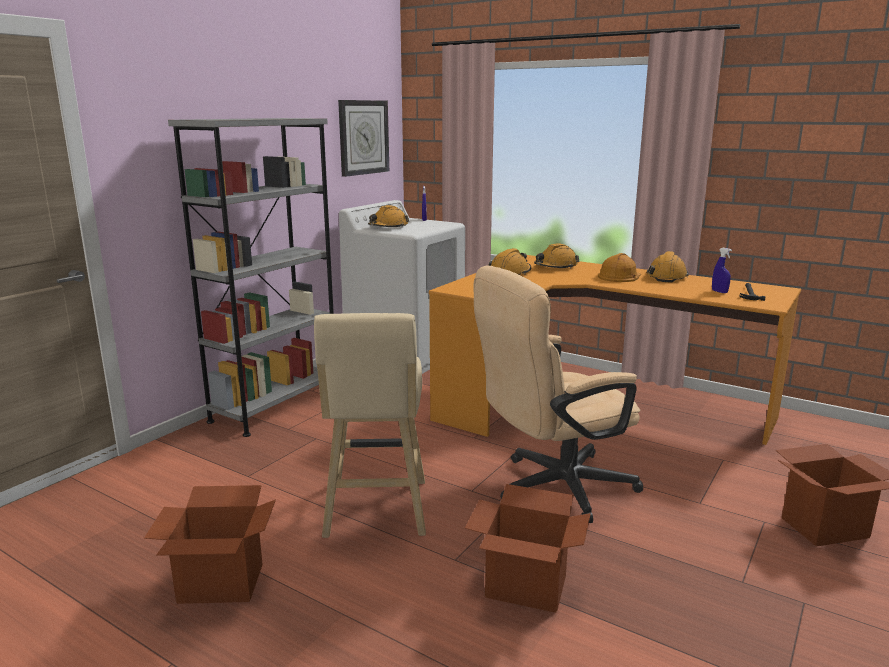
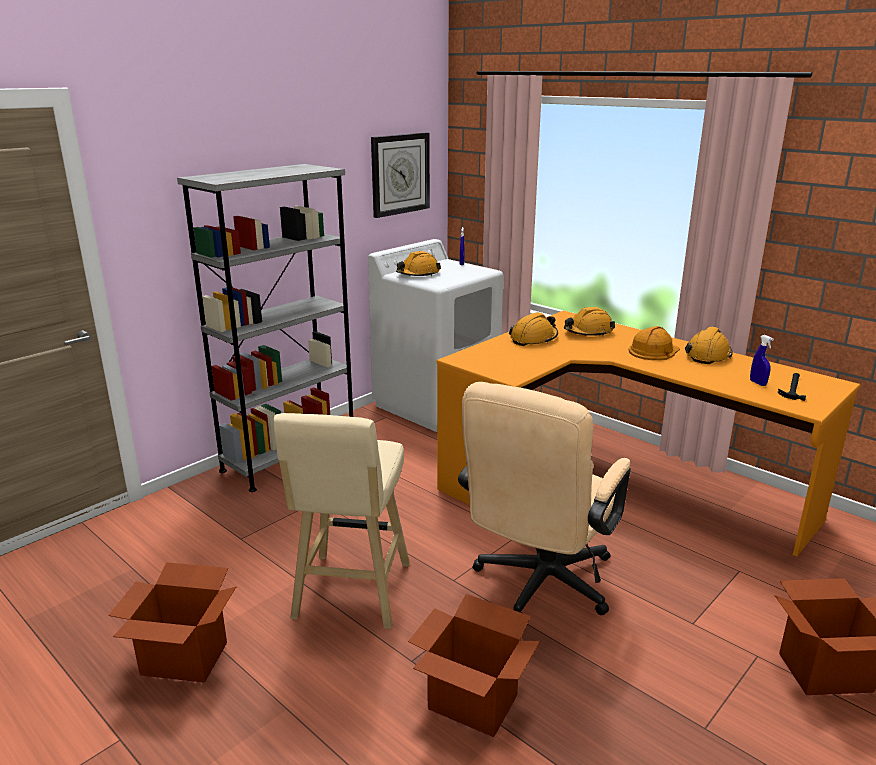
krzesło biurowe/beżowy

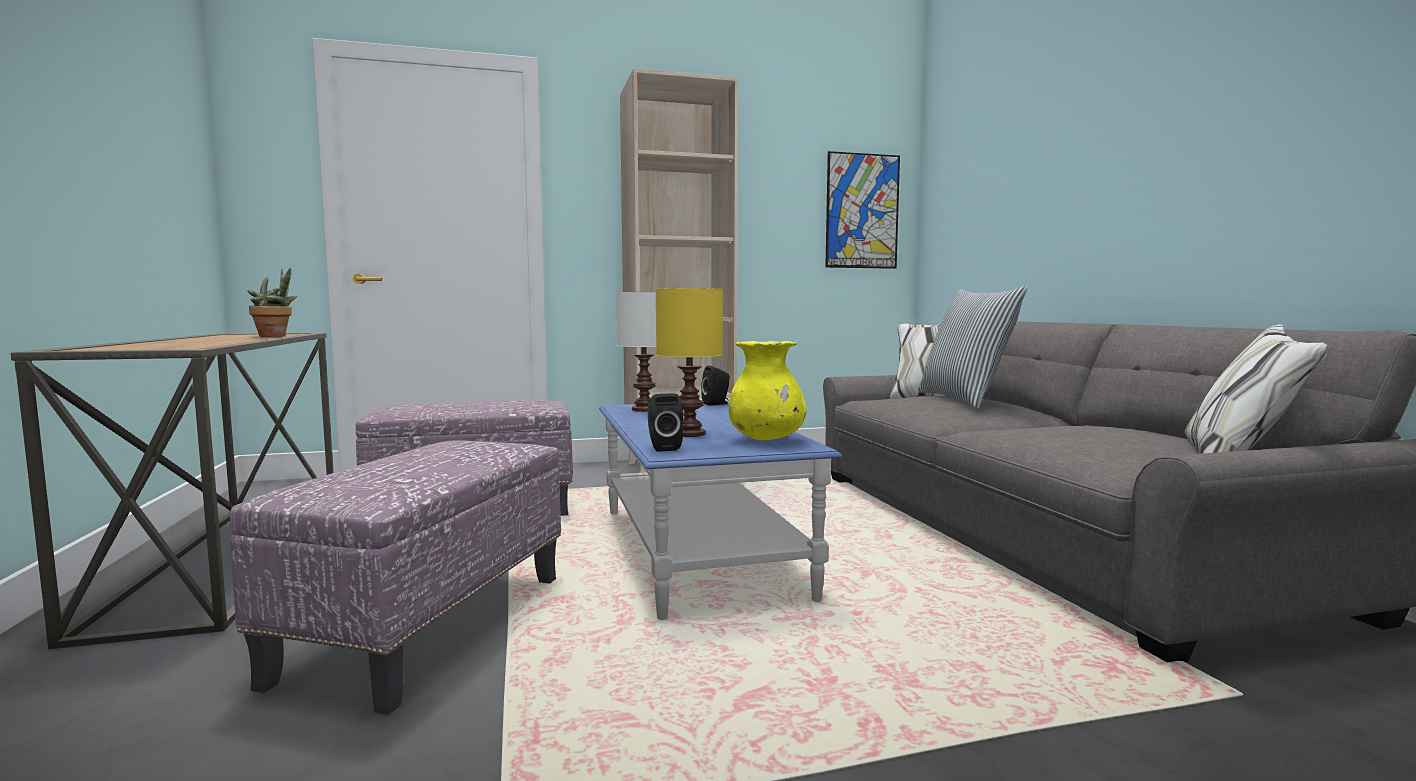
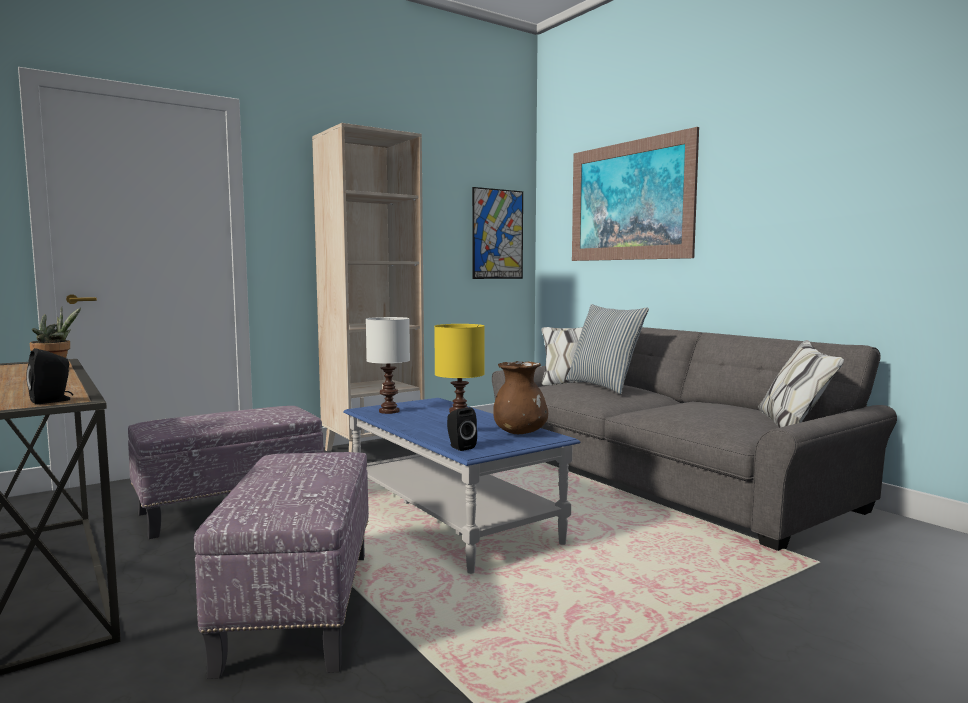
głośnik/czarny (no. 1 from left)
wazon/brązowy
obraz (no. 2 from left)

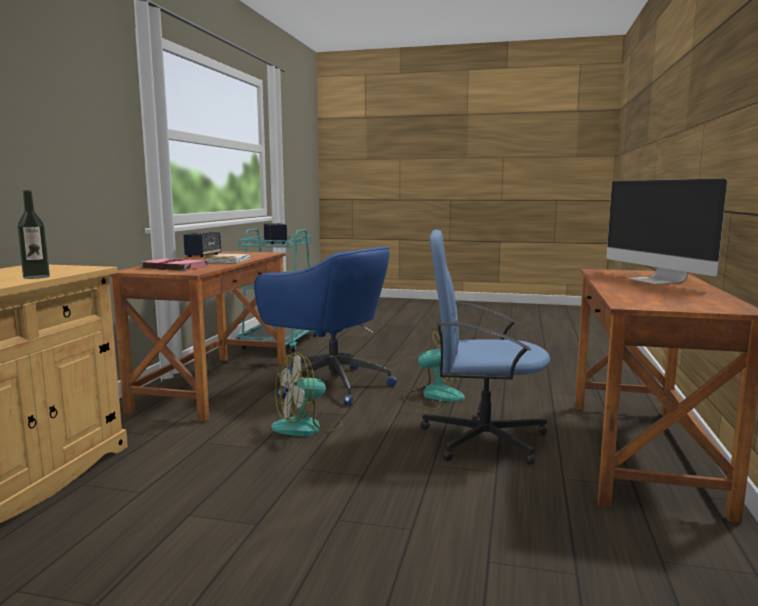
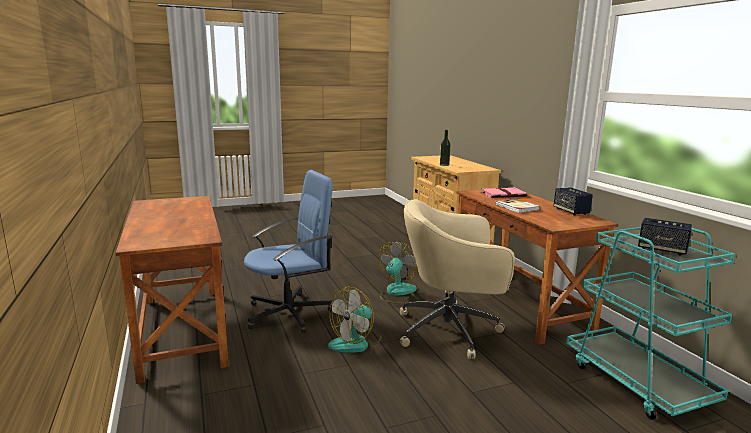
krzesło biurowe/beżowy
monitor

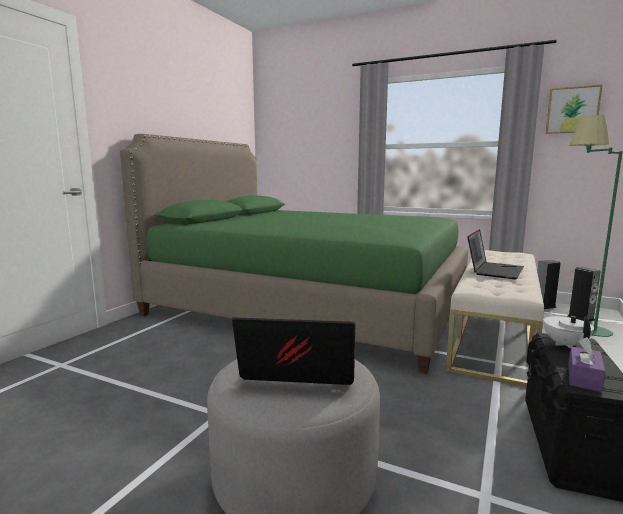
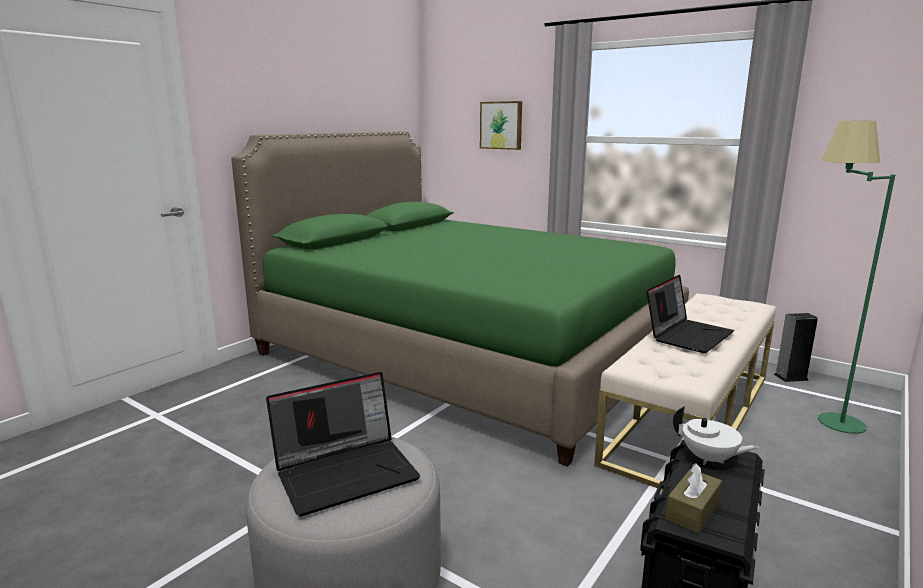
laptop (no. 1 from left)
obraz
pudełko chusteczek/brązowy
imbryk/biały
głośnik (no. 2 from left in the first image)

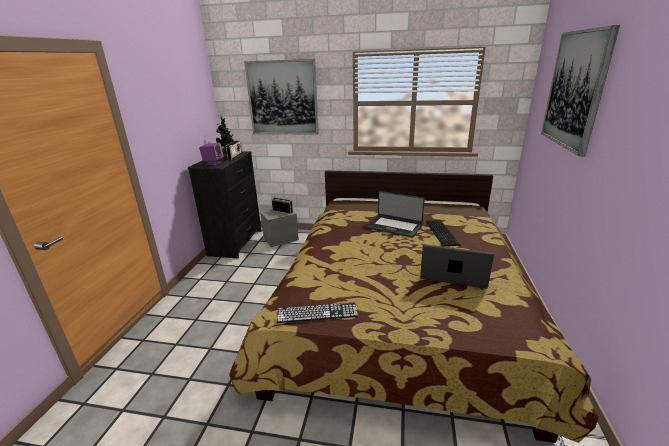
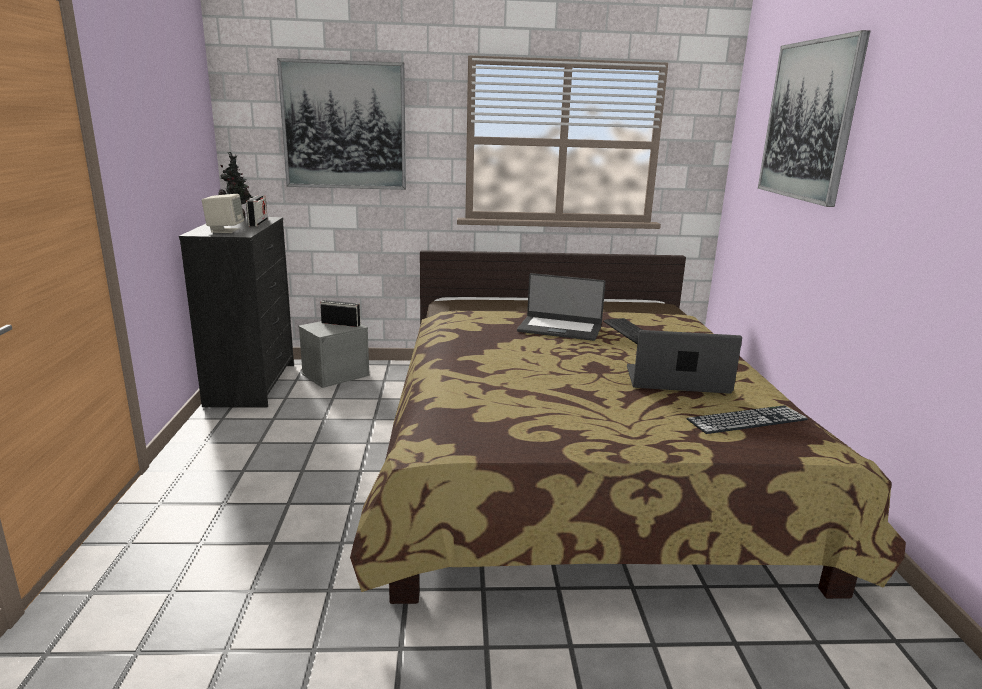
głośnik/beżowy
klawiatura (no. 2 from left)

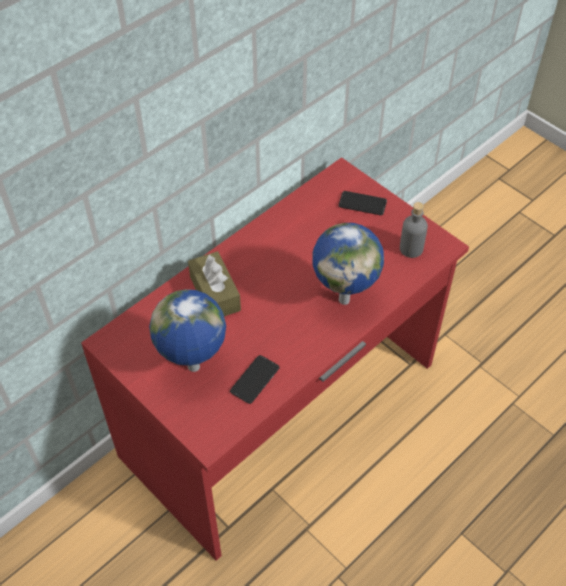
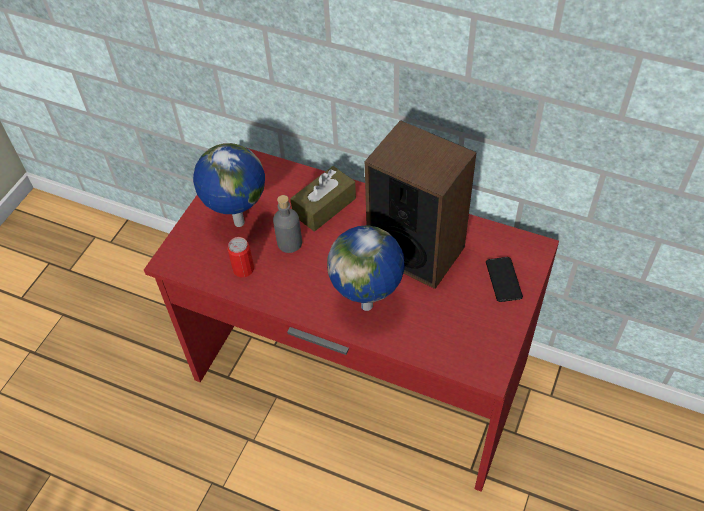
puszka
butelka/szary
głośnik

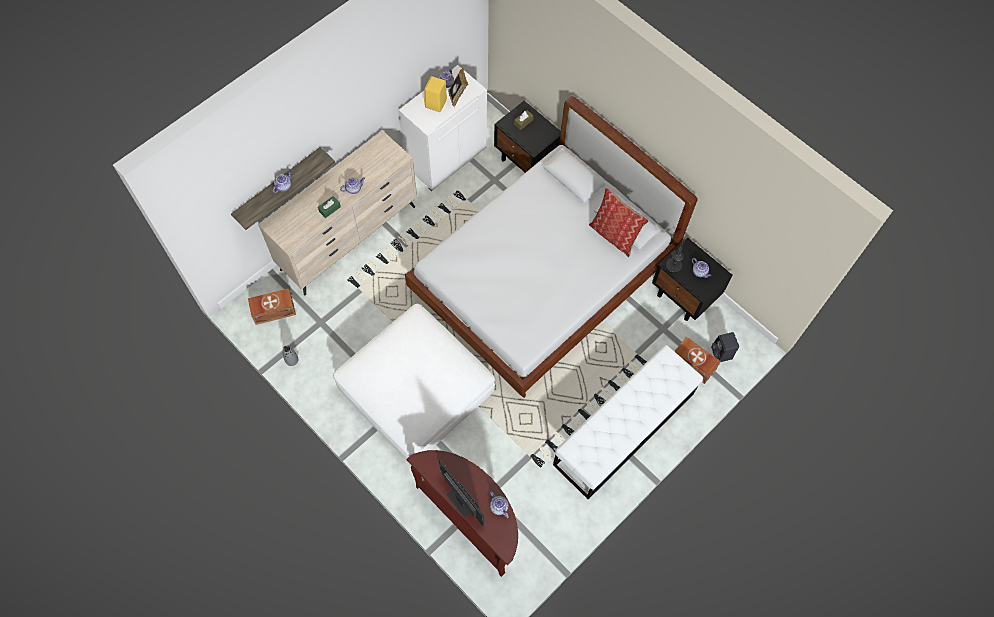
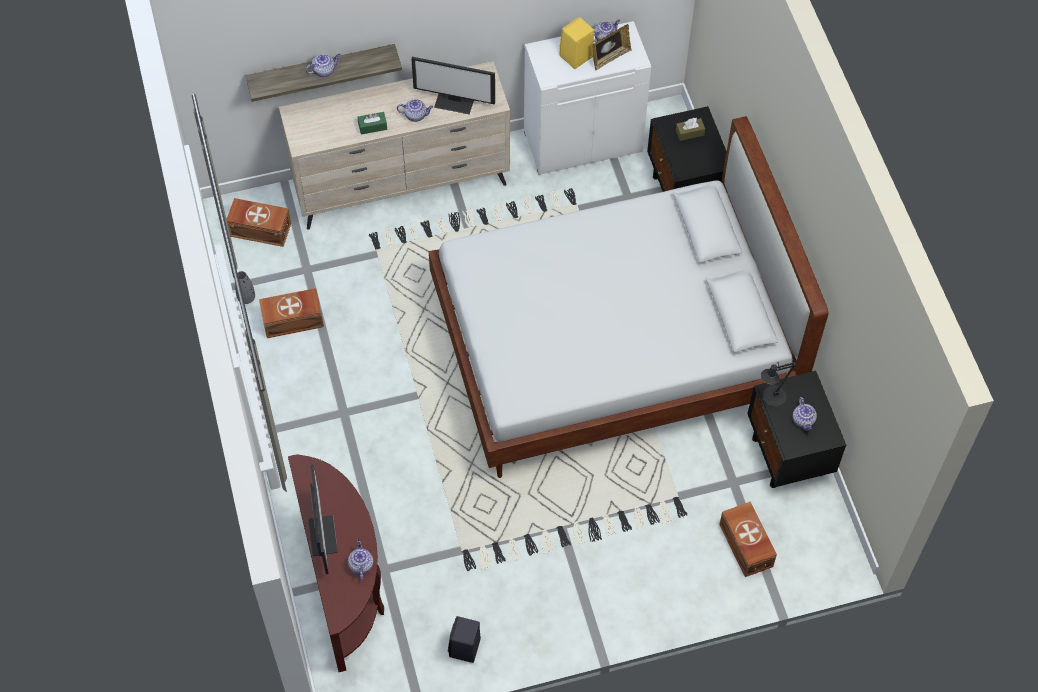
pojemnik do przechowywania/brązowy (no. 2 from left)
monitor (no. 2 from left)
głośnik/czarny
pufa/biały
ławka/biały
poduszka

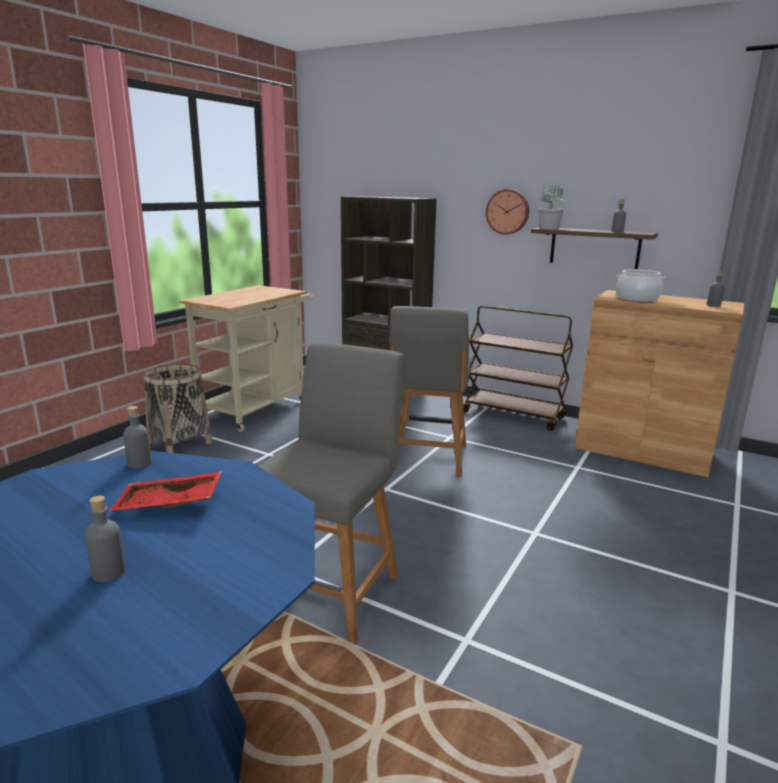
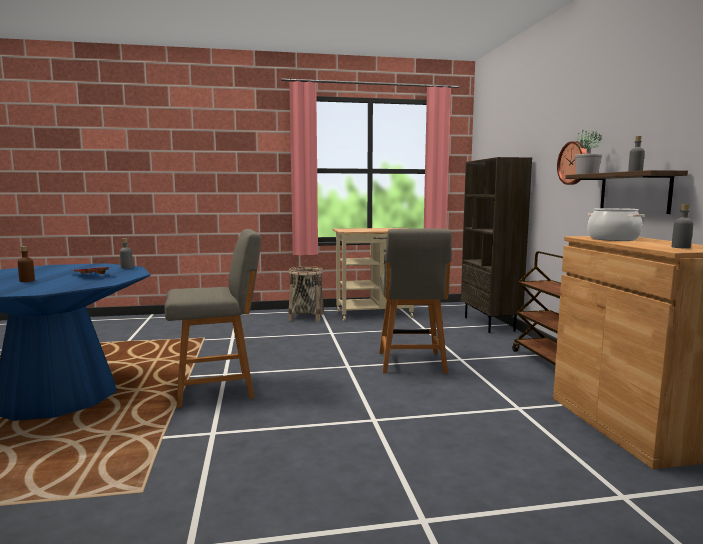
butelka/brązowy
krzesło/szary (no. 2 from left)

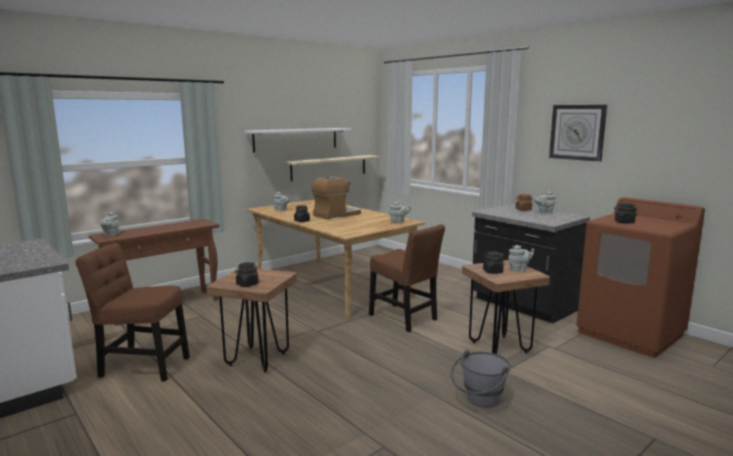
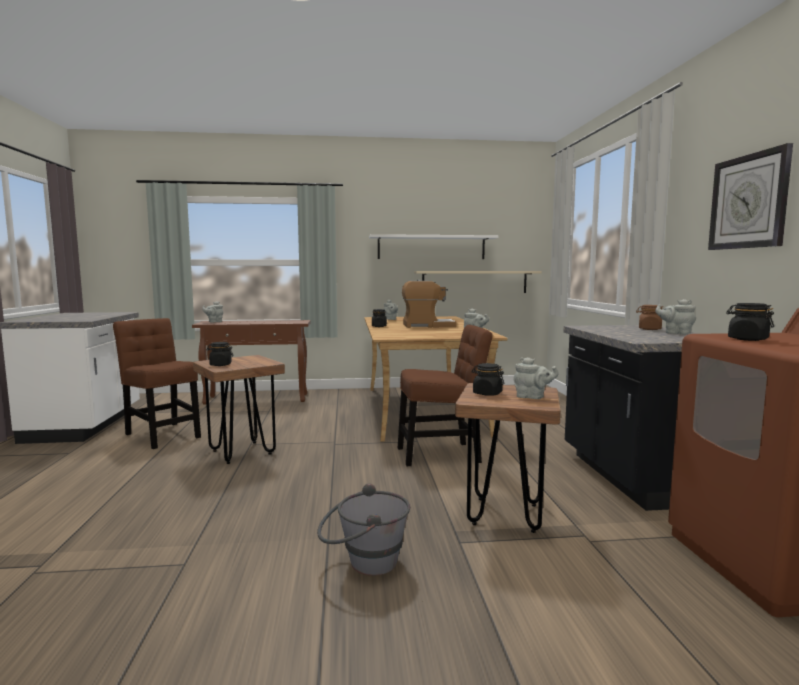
krzesło/brązowy (no. 2 from left)

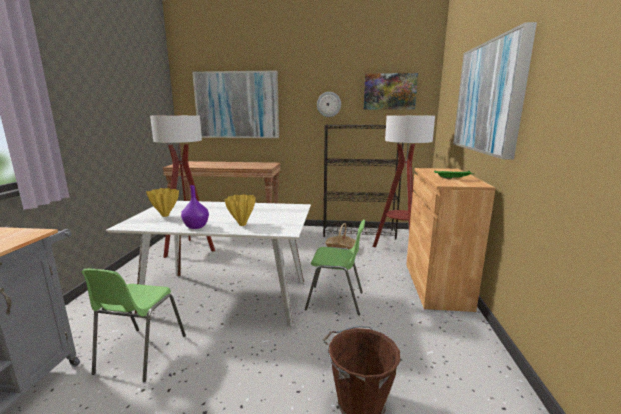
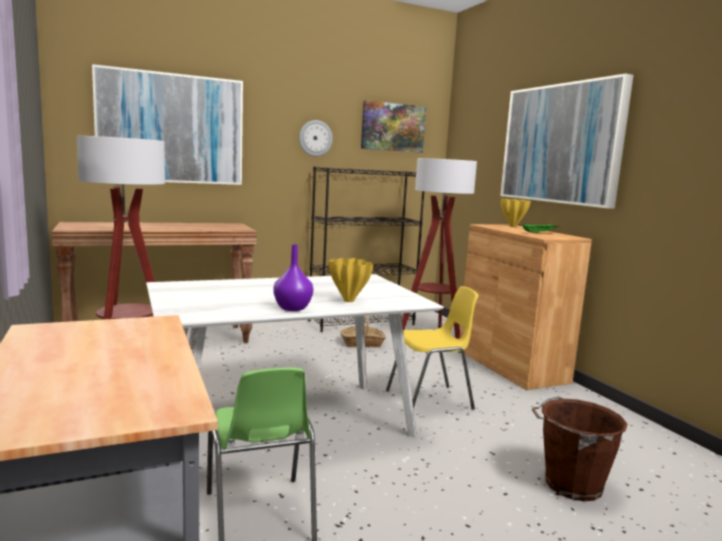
krzesło/żółty
wazon/żółty (no. 2 from left)

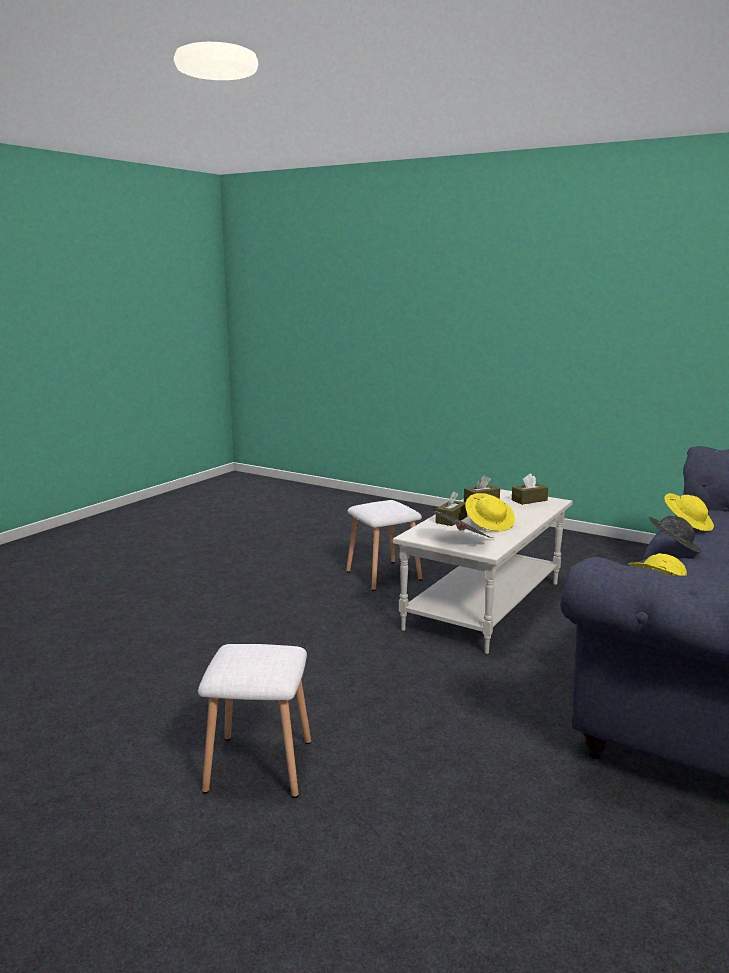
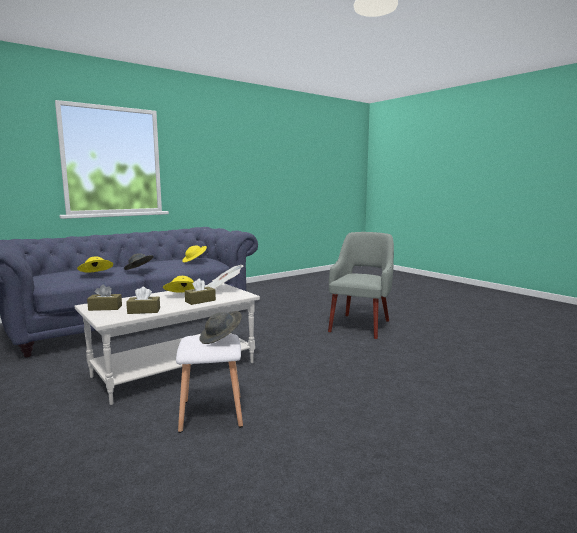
kapelusz/szary (no. 2 from left)
fotel/szary

